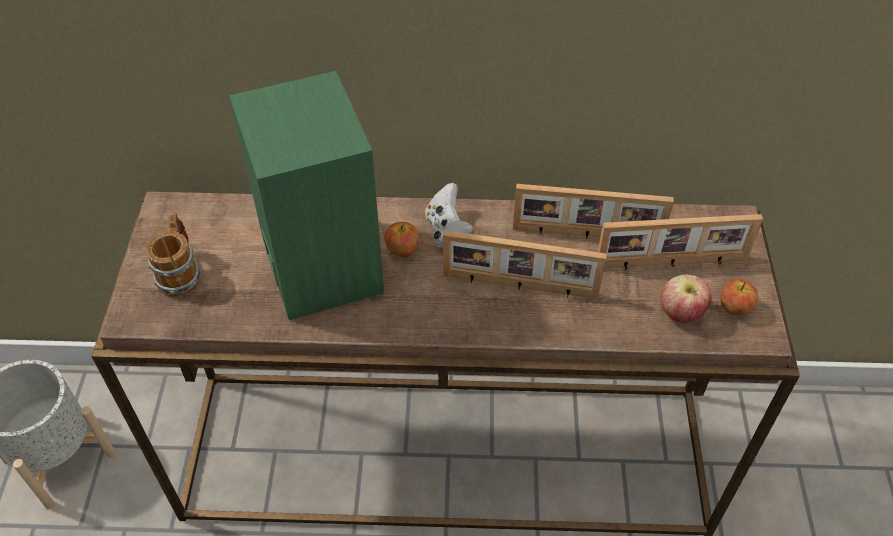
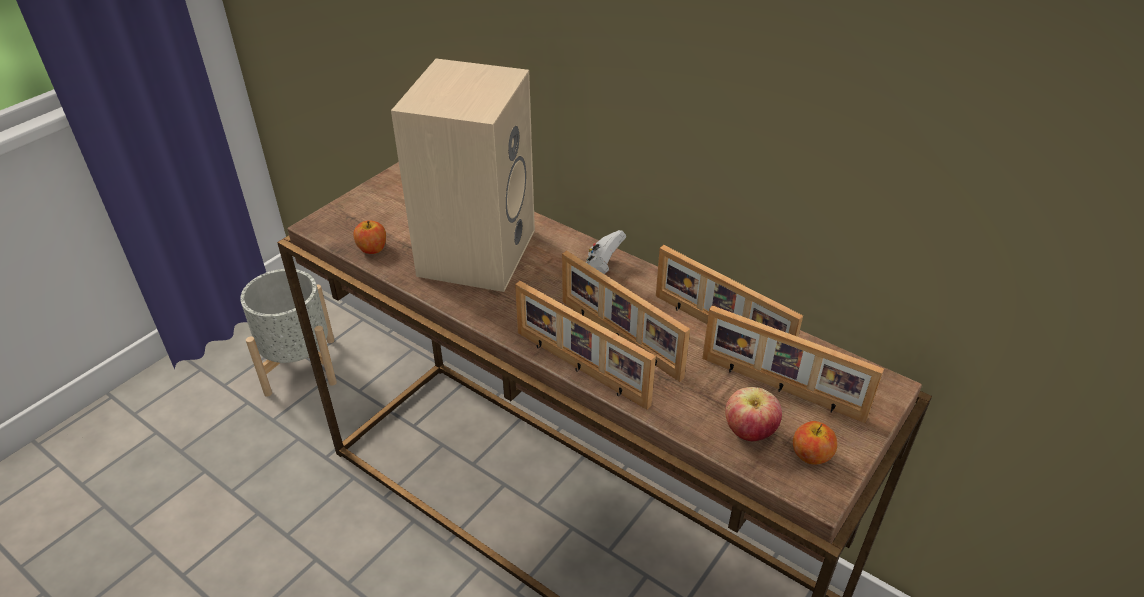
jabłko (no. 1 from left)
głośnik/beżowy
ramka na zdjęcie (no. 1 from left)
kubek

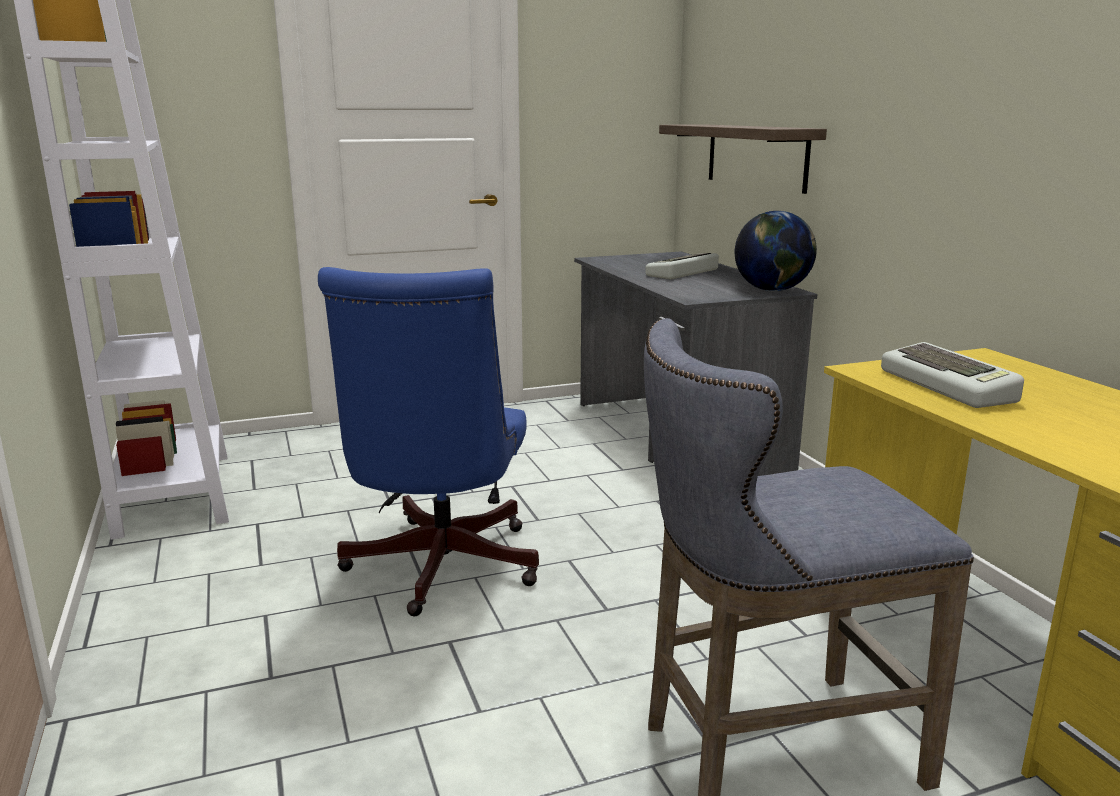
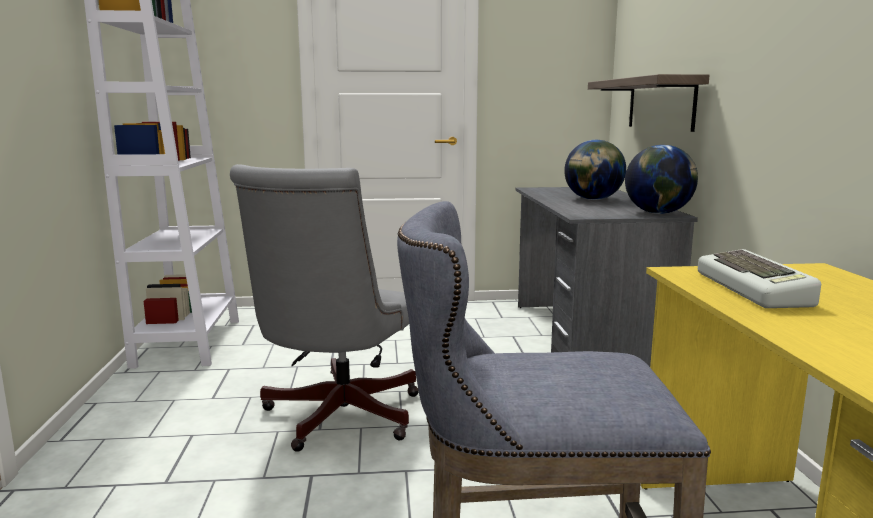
krzesło biurowe/szary
globus (no. 1 from left)

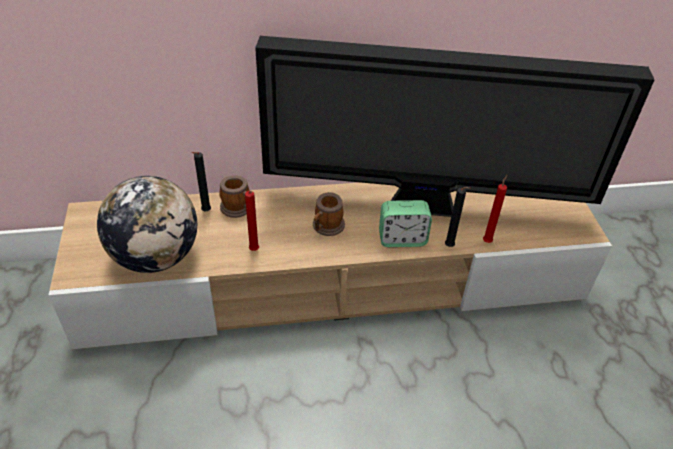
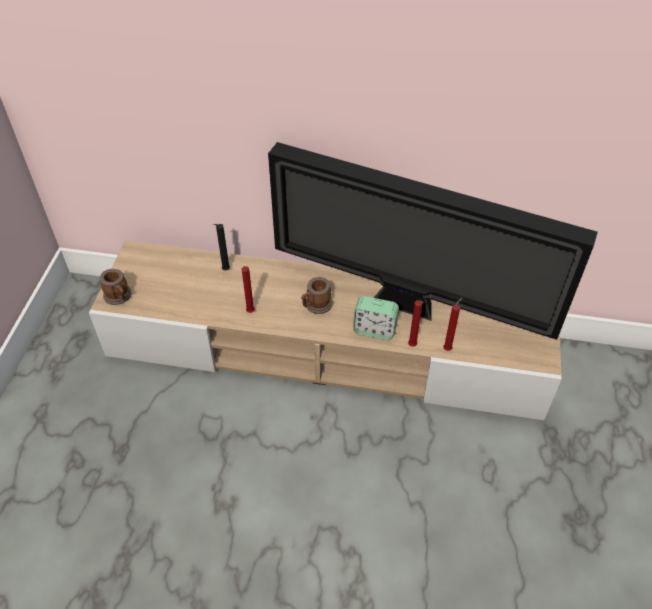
kubek (no. 1 from left)
świeca/czerwony (no. 2 from left)
globus

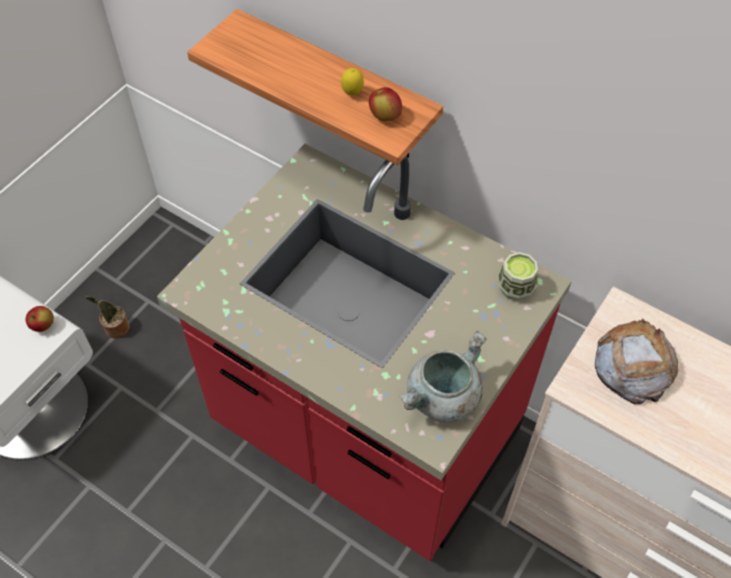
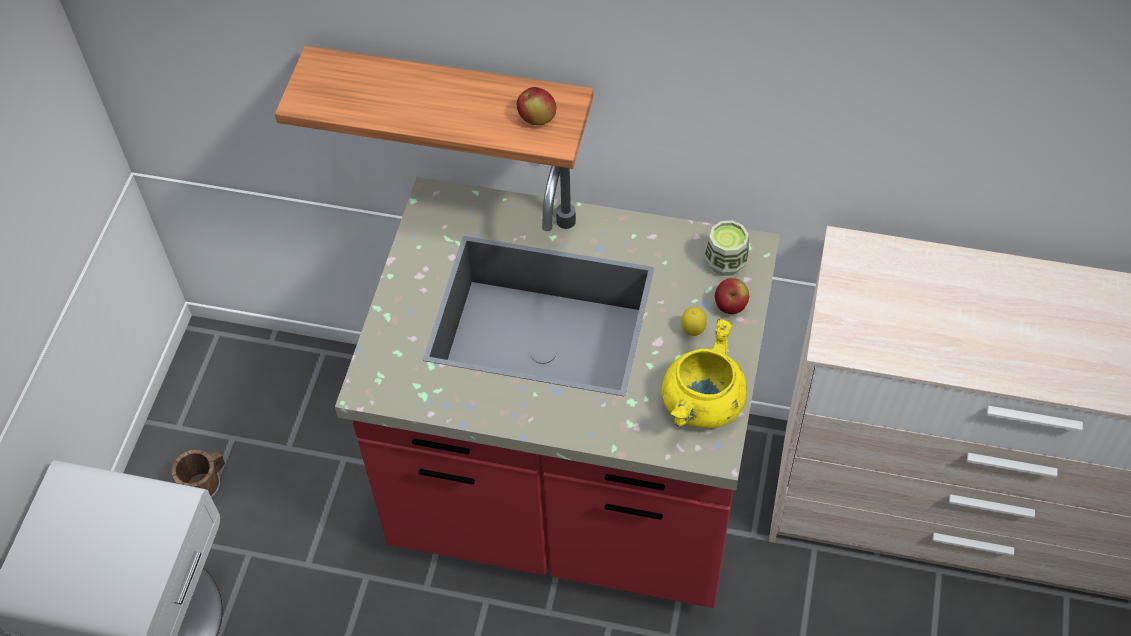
kubek/brązowy
garnek/żółty
cytryna
jabłko (no. 2 from left)
chleb

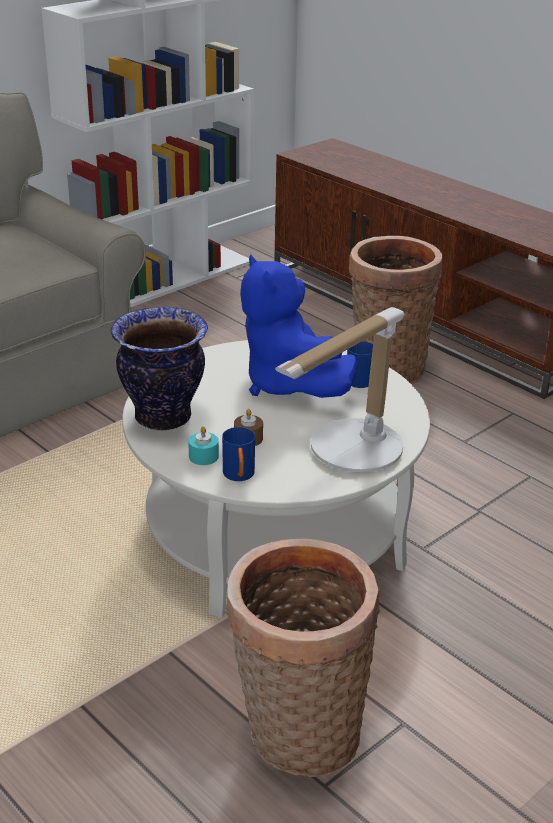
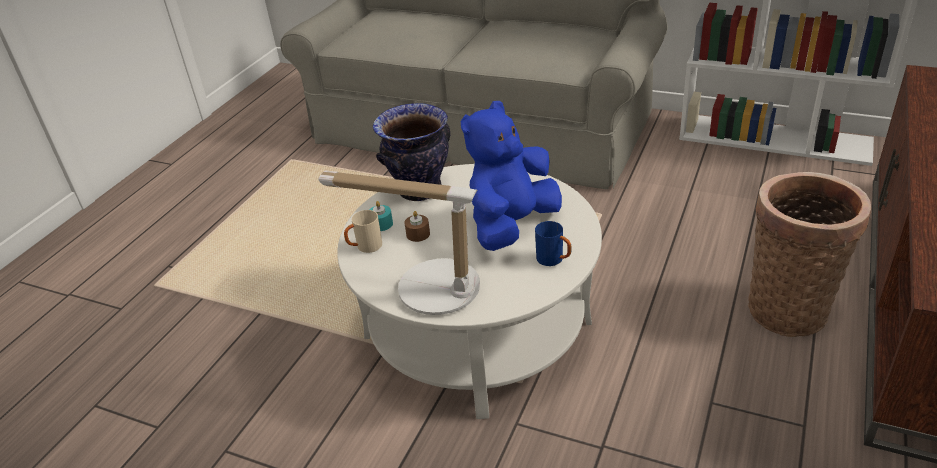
kubek/beżowy
koszyk (no. 1 from left in the first image)

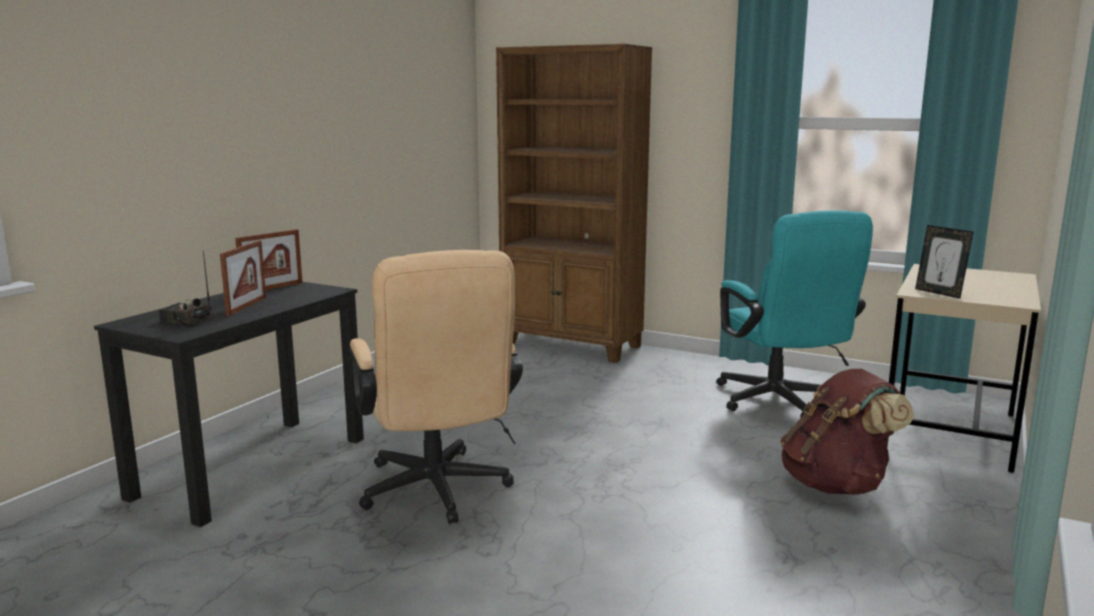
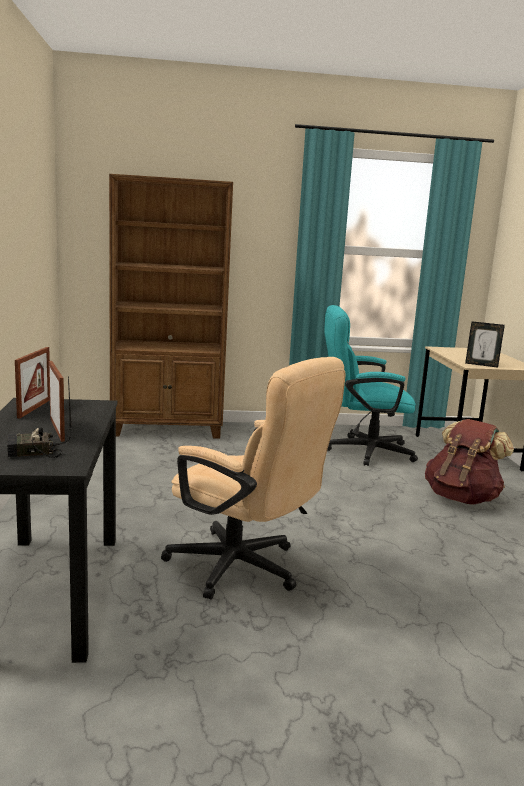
krzesło biurowe/turkusowy

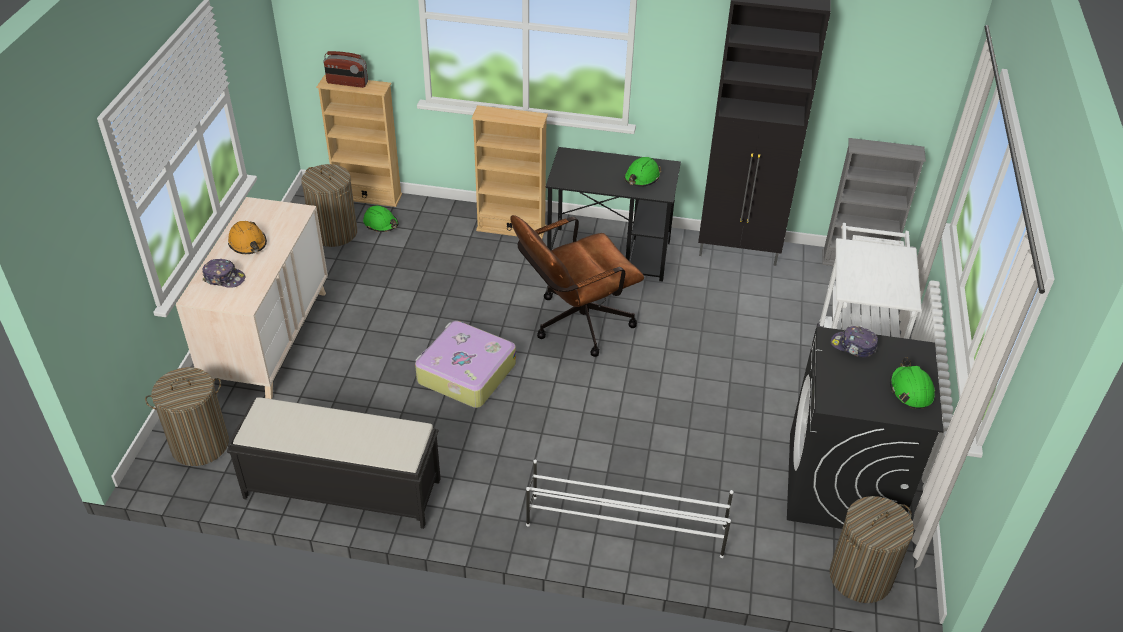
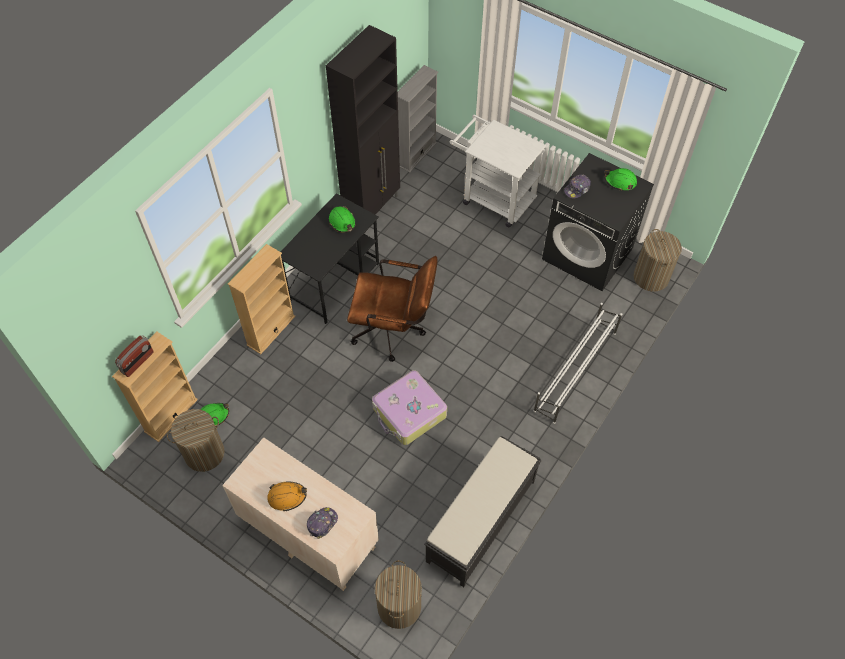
krzesło biurowe/brązowy

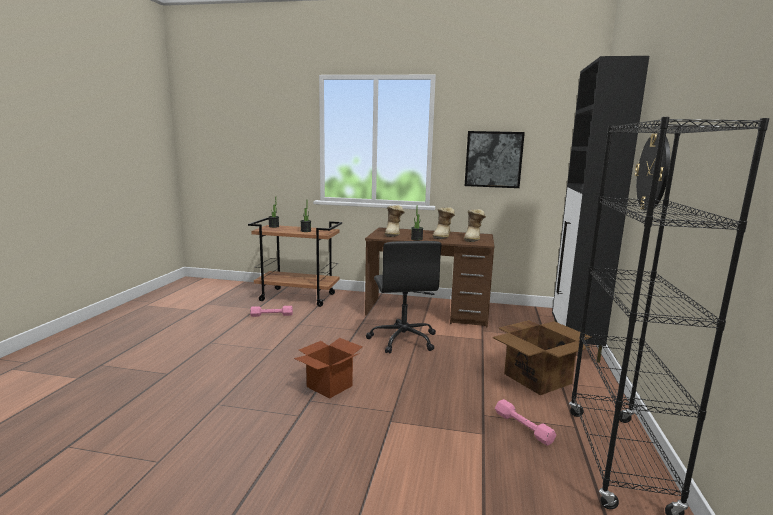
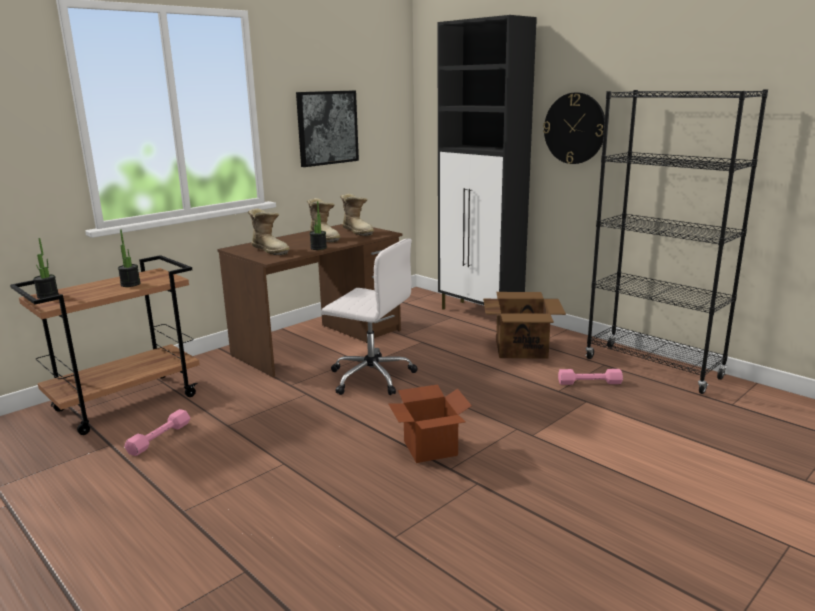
krzesło biurowe/biały

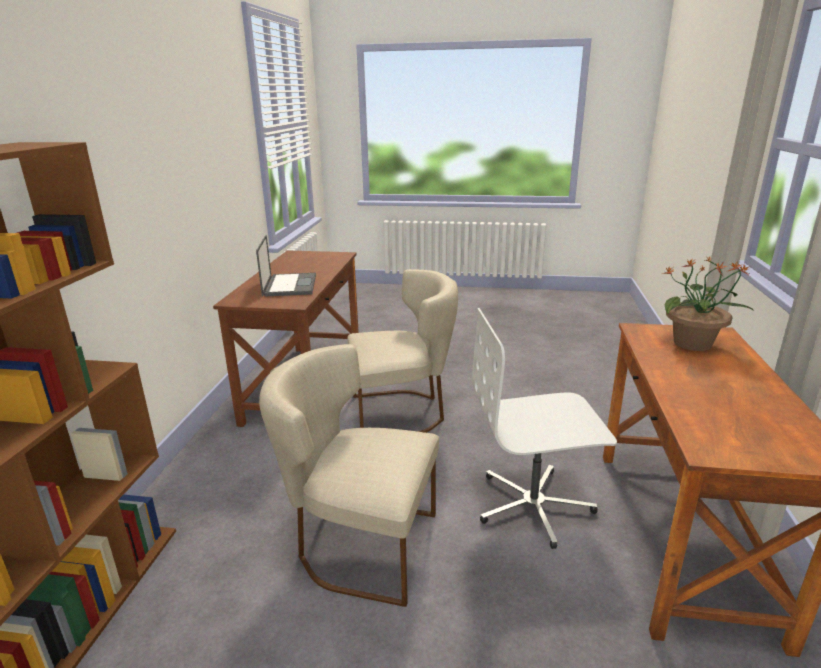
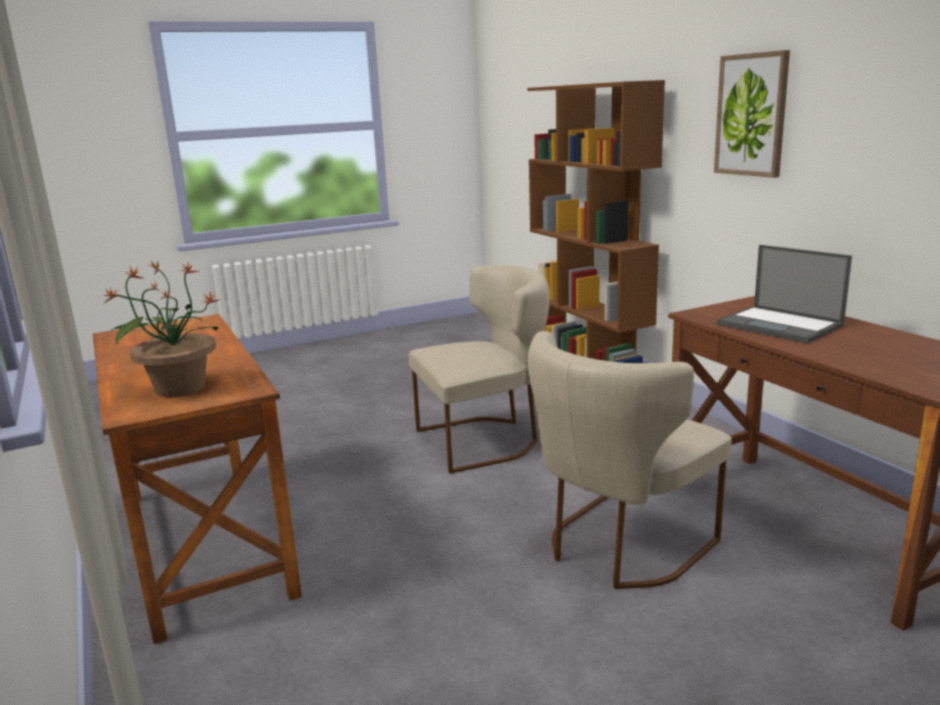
obraz
krzesło biurowe/biały

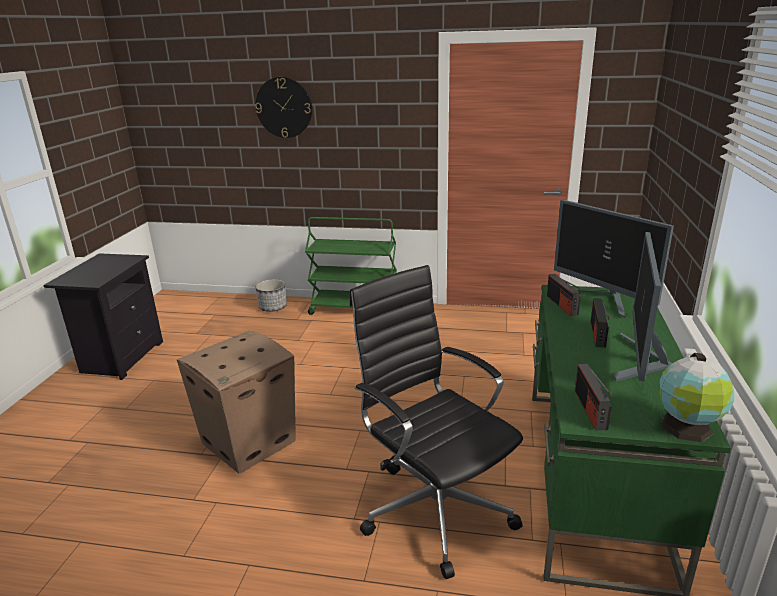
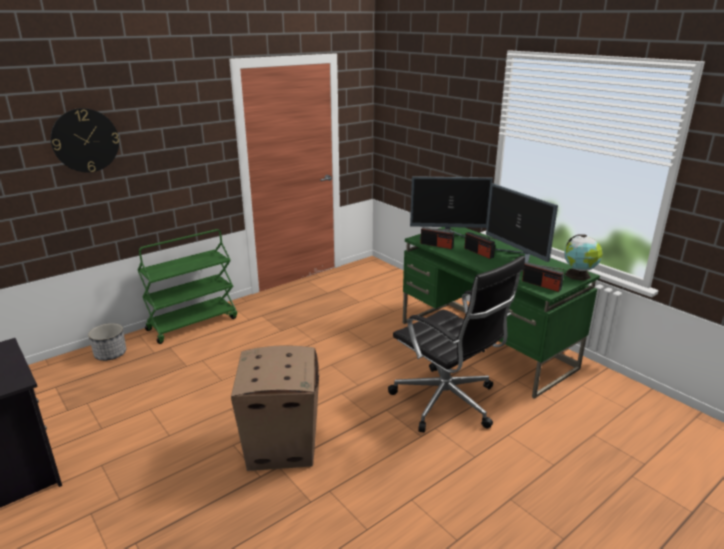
krzesło biurowe/czarny

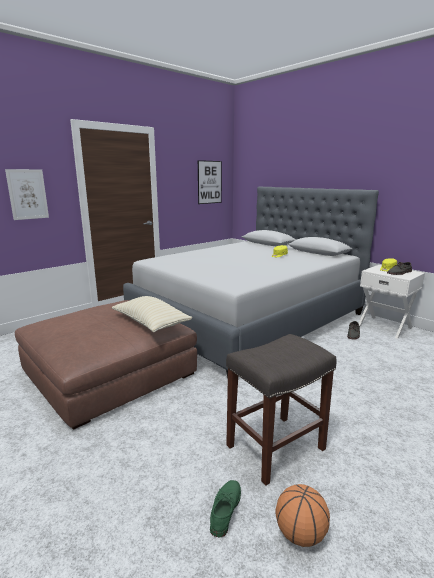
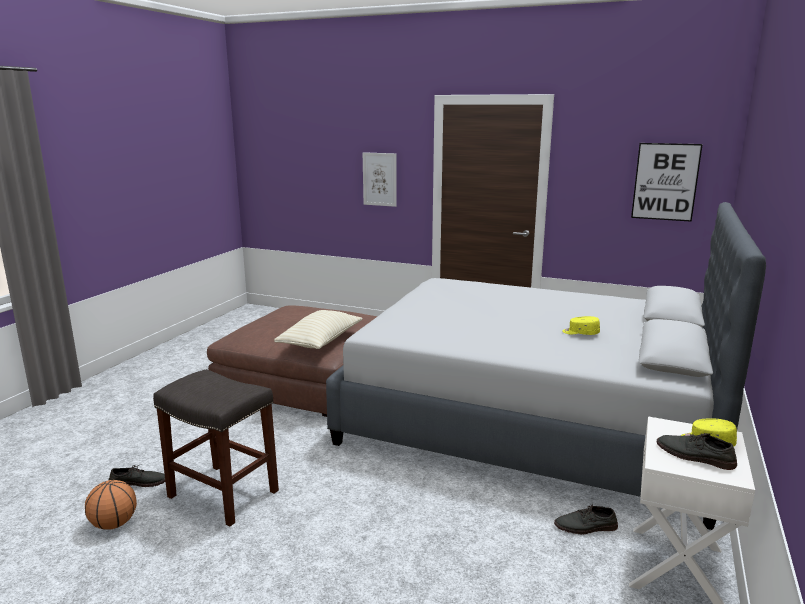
but/szary (no. 1 from left)

